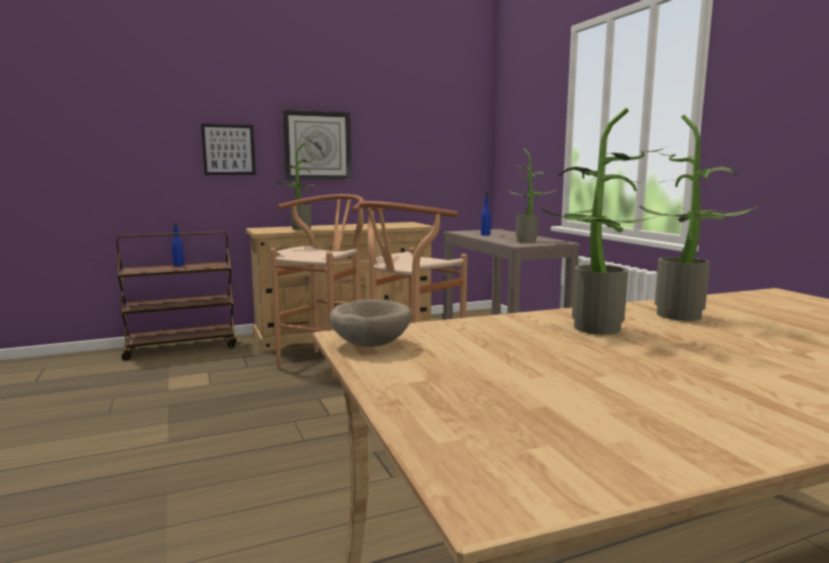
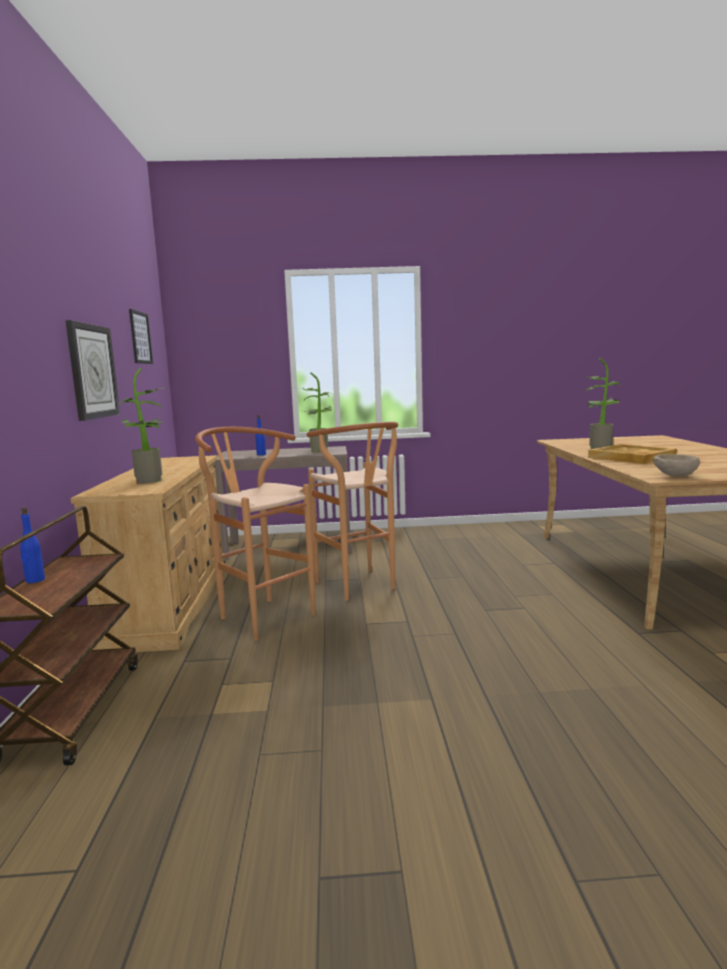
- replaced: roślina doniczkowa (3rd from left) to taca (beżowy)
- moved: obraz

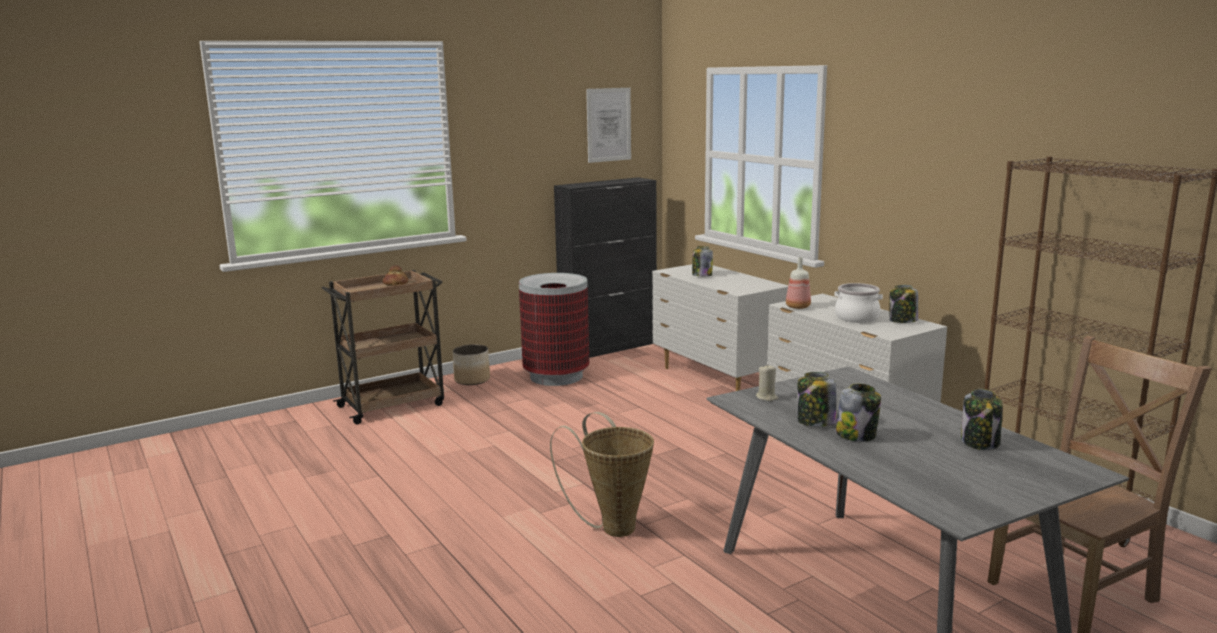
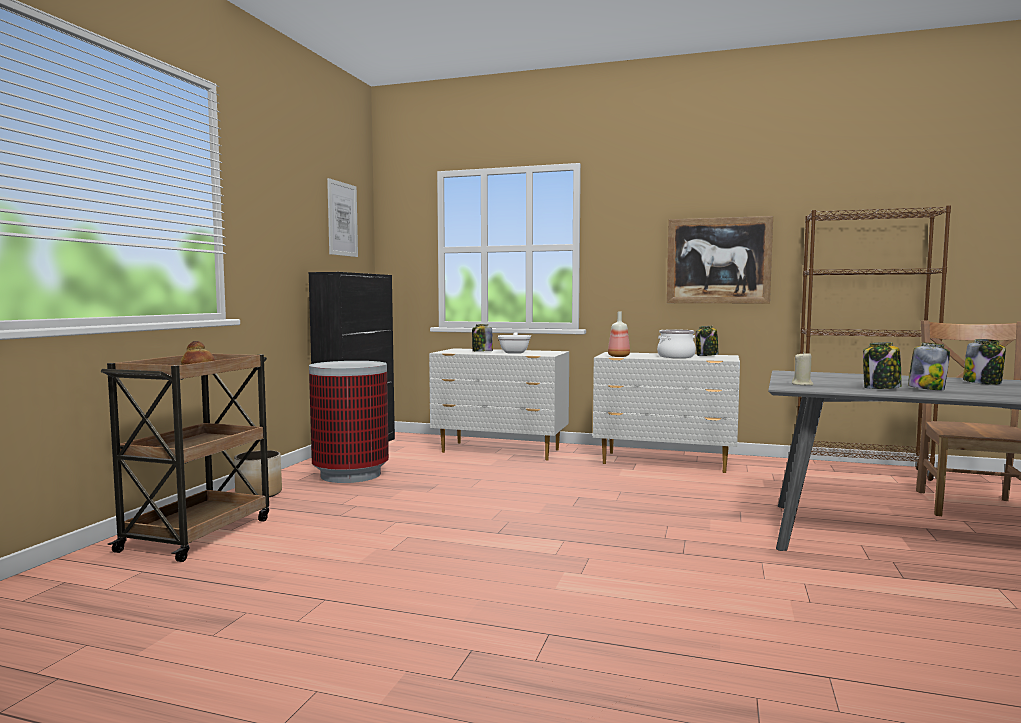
- removed: koszyk
- added: obraz (2nd from left)
- added: patelnia

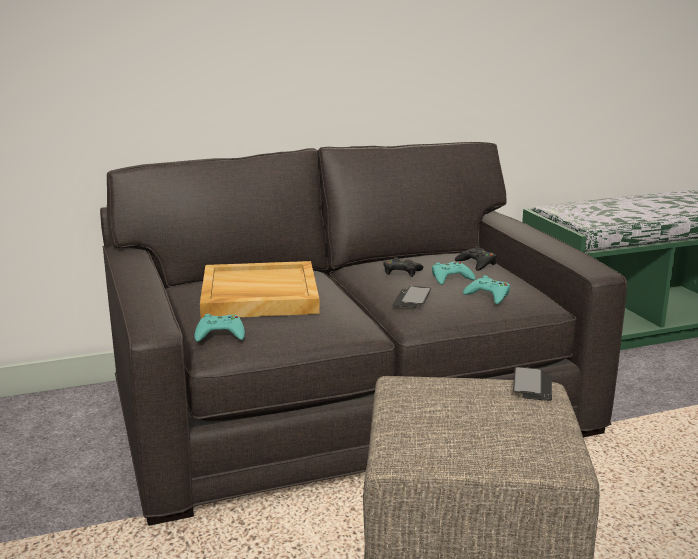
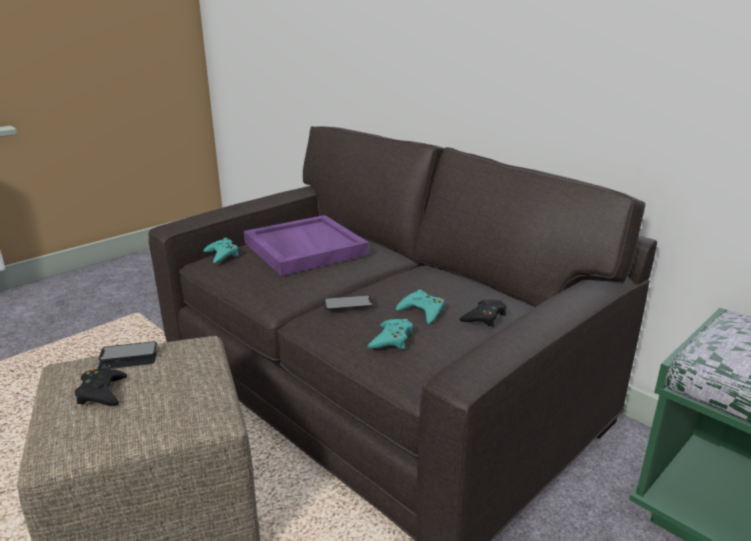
- moved: pad do gier (czarny) (1st from left)
- recoloured: taca (beżowy) to taca (fioletowy)
- moved: telefon (2nd from left in the first image) to telefon (1st from left)

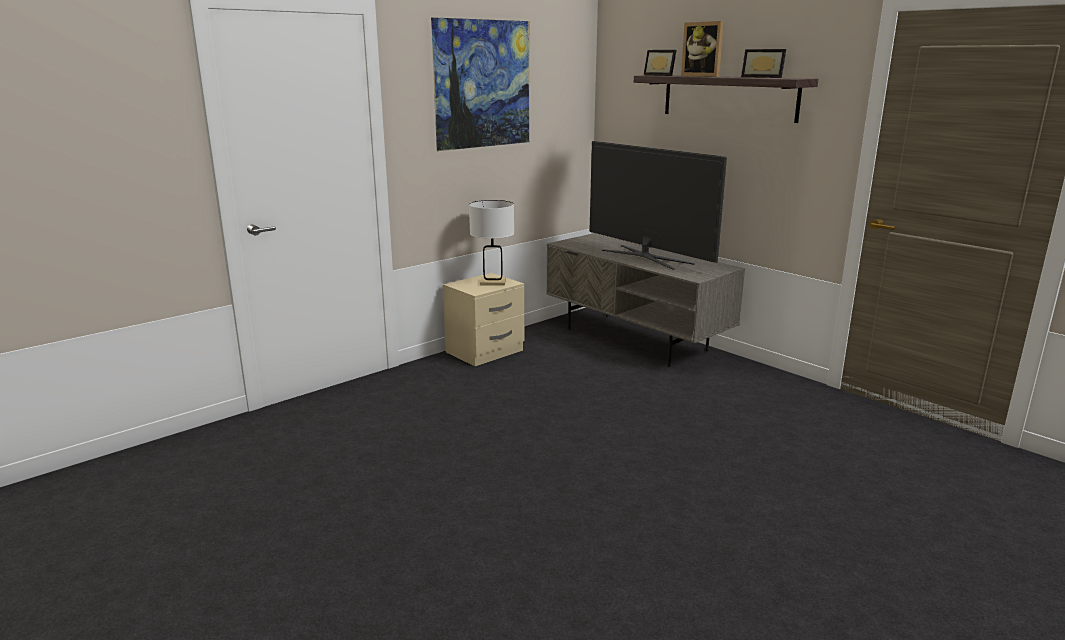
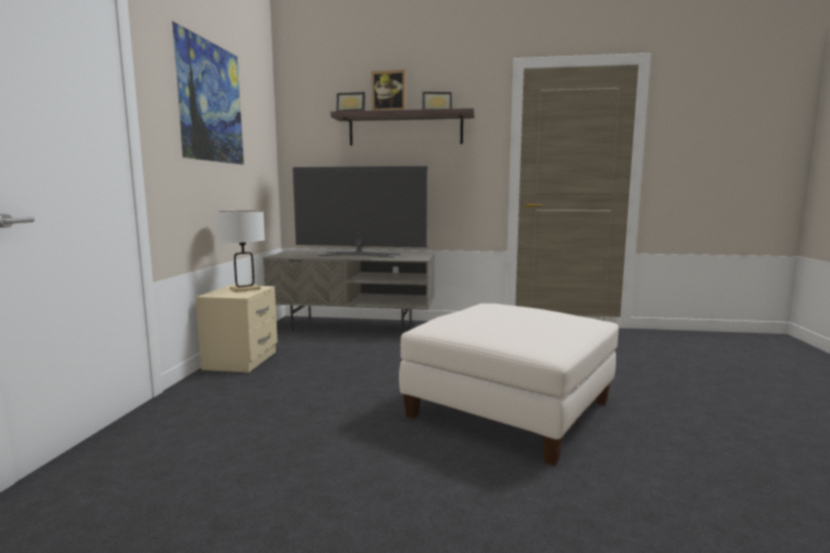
- added: pufa (biały)

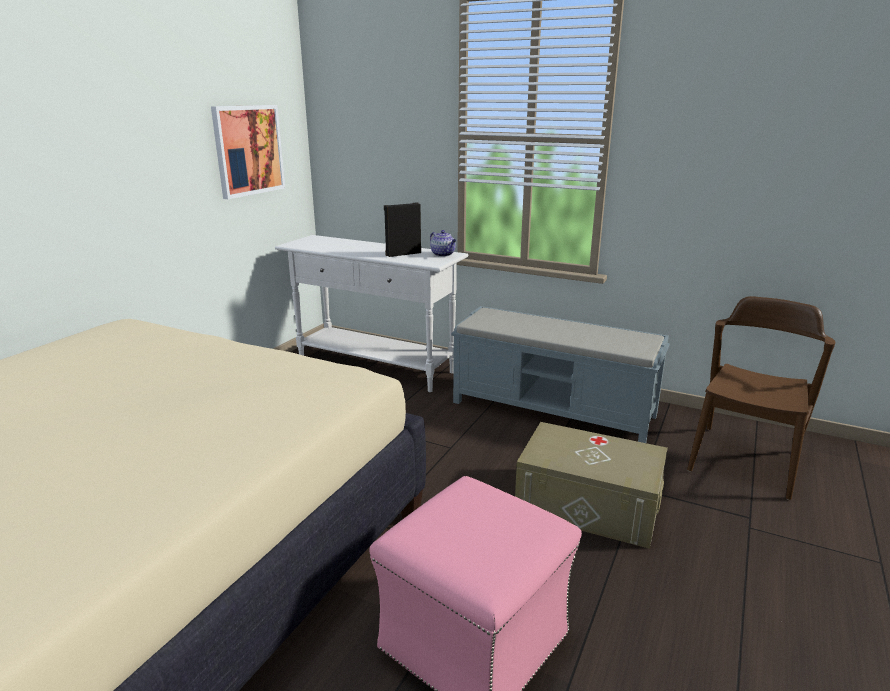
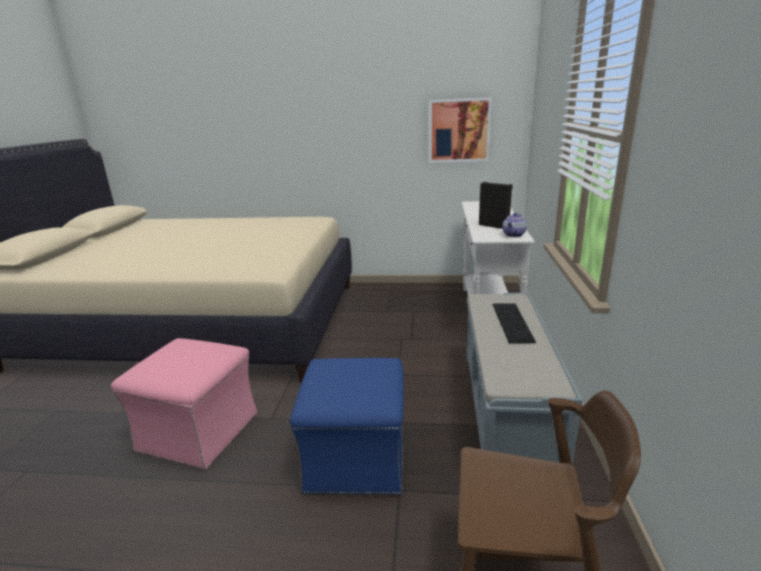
- replaced: pojemnik do przechowywania (beżowy) to pufa (niebieski)
- added: klawiatura

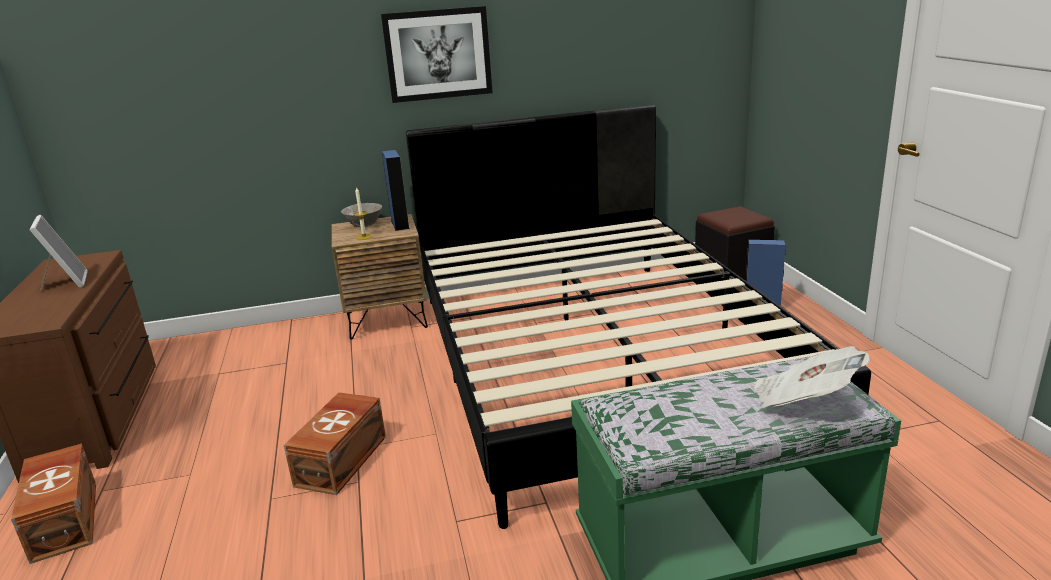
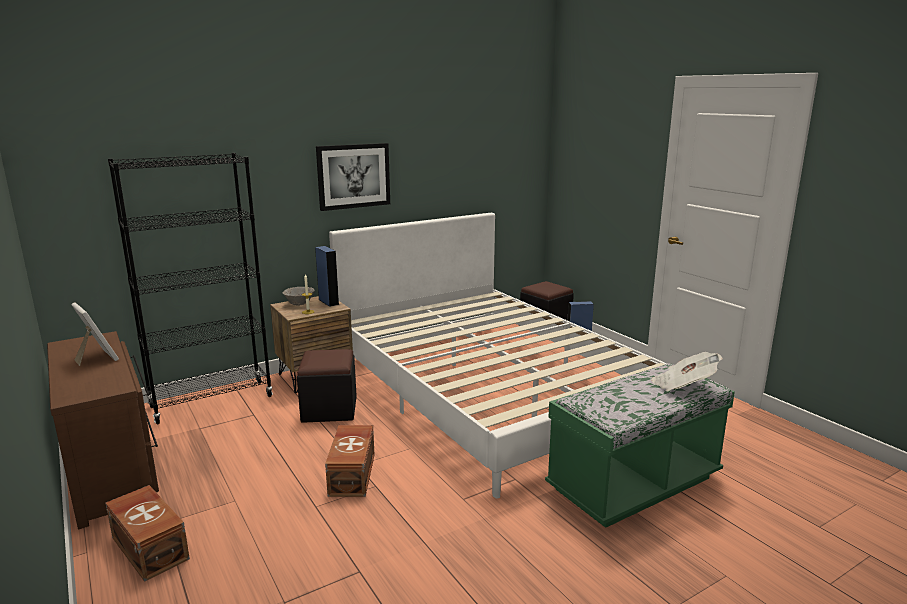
- recoloured: łóżko (czarny) to łóżko (biały)
- added: regał (czarny)
- added: pufa (czarny) (1st from left)

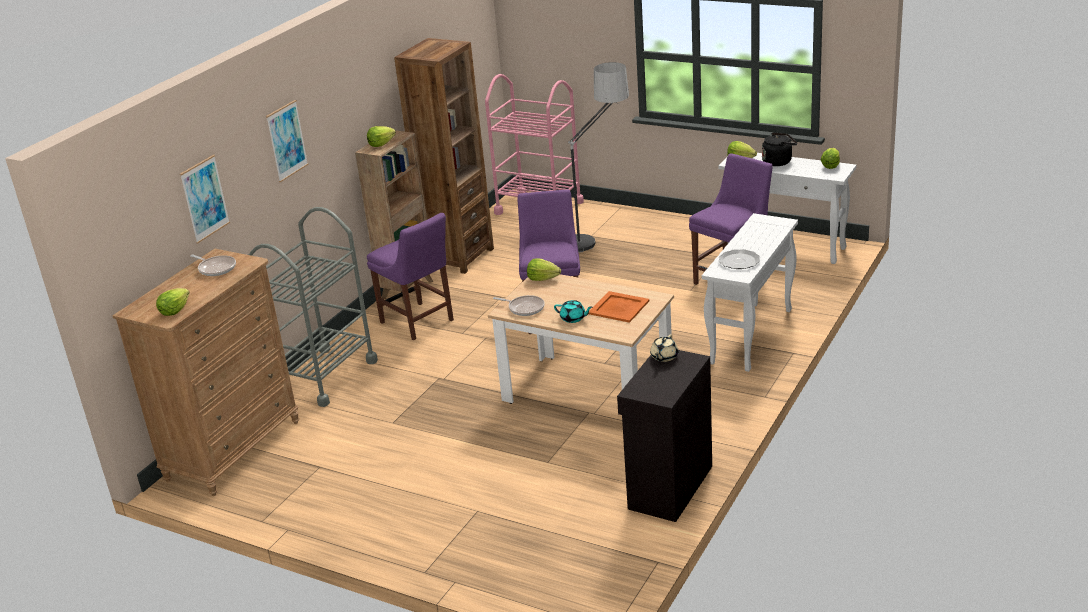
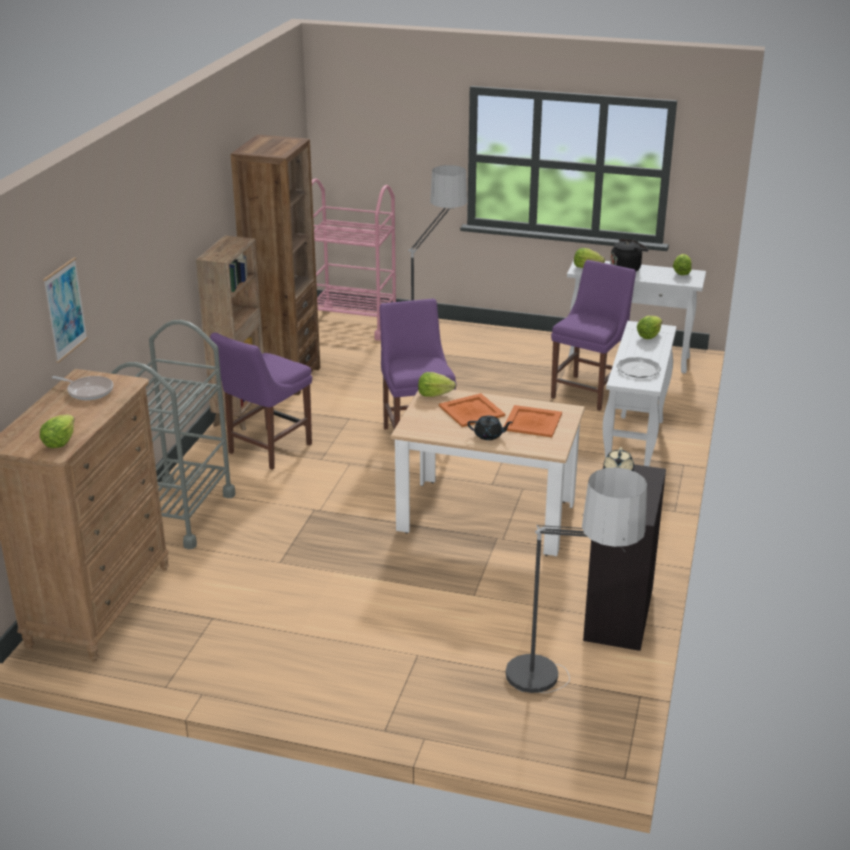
- removed: obraz (2nd from left)
- moved: sałata (2nd from left in the first image) to sałata (4th from left)
- turned: krzesło (fioletowy) (1st from left) 90 degrees clockwise
- removed: patelnia (2nd from left)
- recoloured: imbryk (turkusowy) to imbryk (czarny)
- added: taca (pomarańczowy) (1st from left)
- added: lampa stojąca (2nd from left)

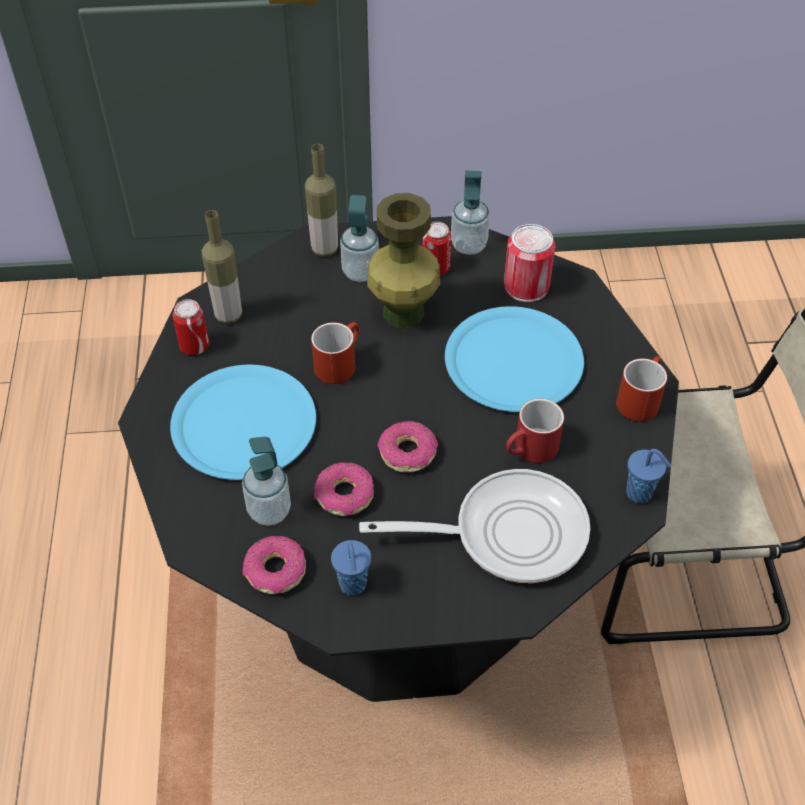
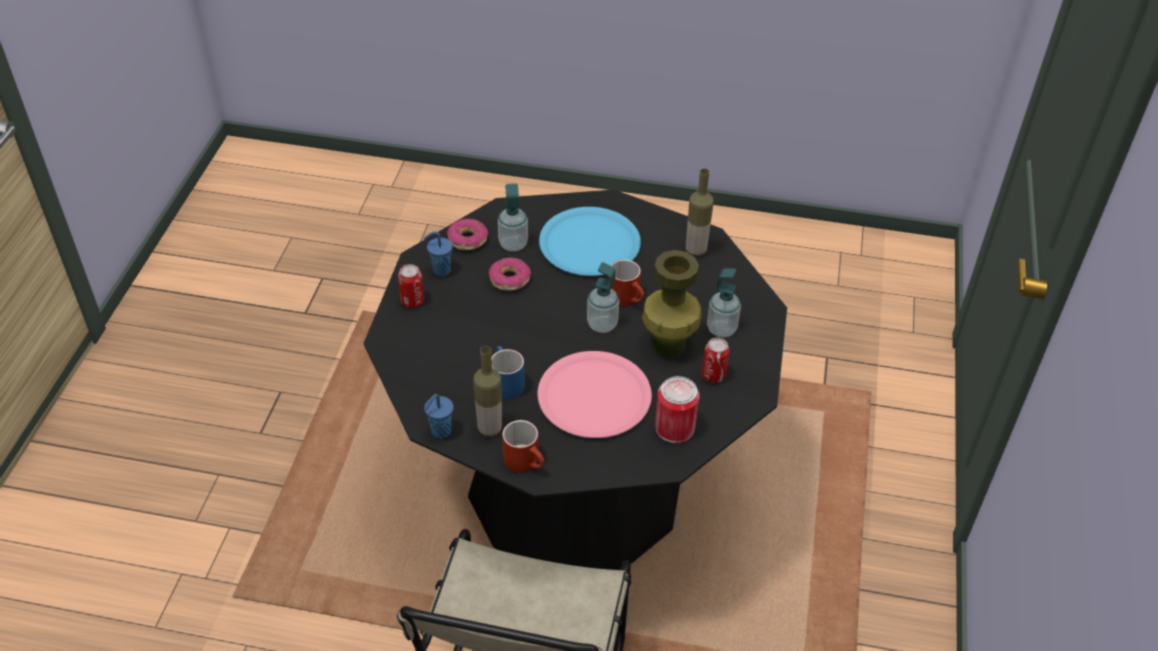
- moved: butelka (2nd from left in the first image) to butelka (1st from left)
- moved: dozownik mydła (3rd from left in the first image) to dozownik mydła (2nd from left)
- moved: puszka (1st from left)
- recoloured: talerz (niebieski) (2nd from left) to talerz (różowy)
- recoloured: kubek (czerwony) (2nd from left) to kubek (niebieski)
- removed: donut (3rd from left)
- removed: patelnia

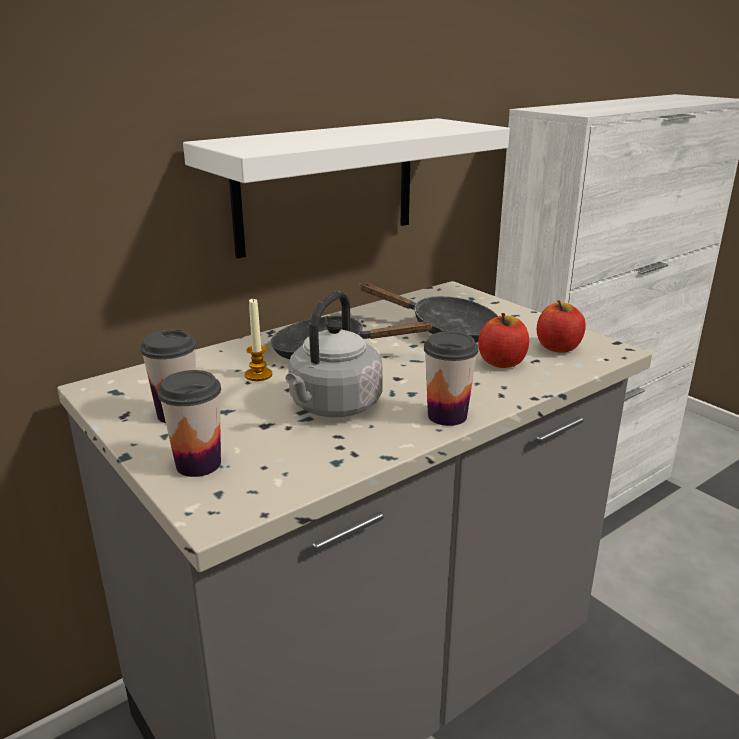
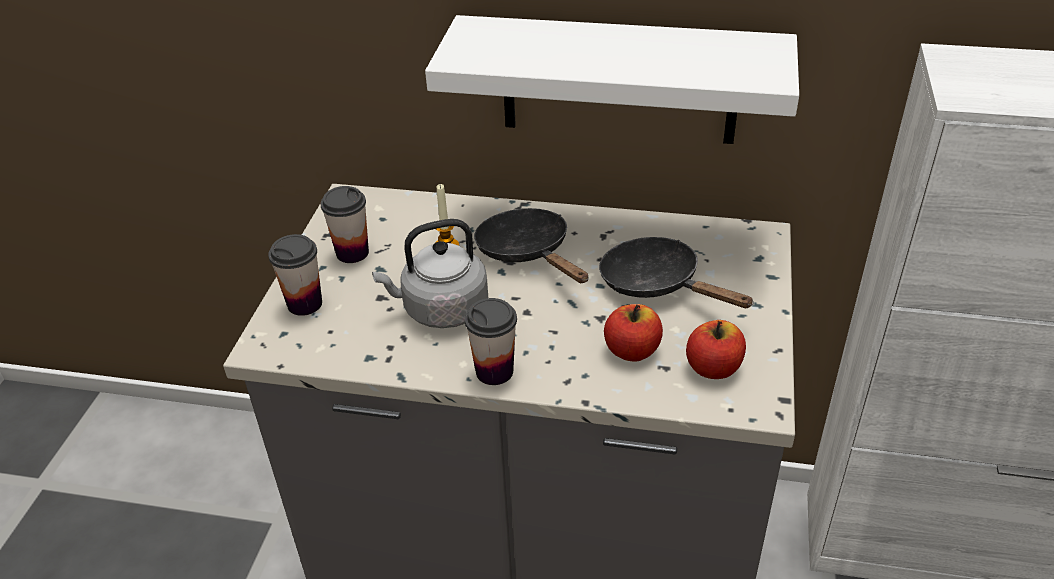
- turned: patelnia (czarny) (2nd from left) 150 degrees clockwise

